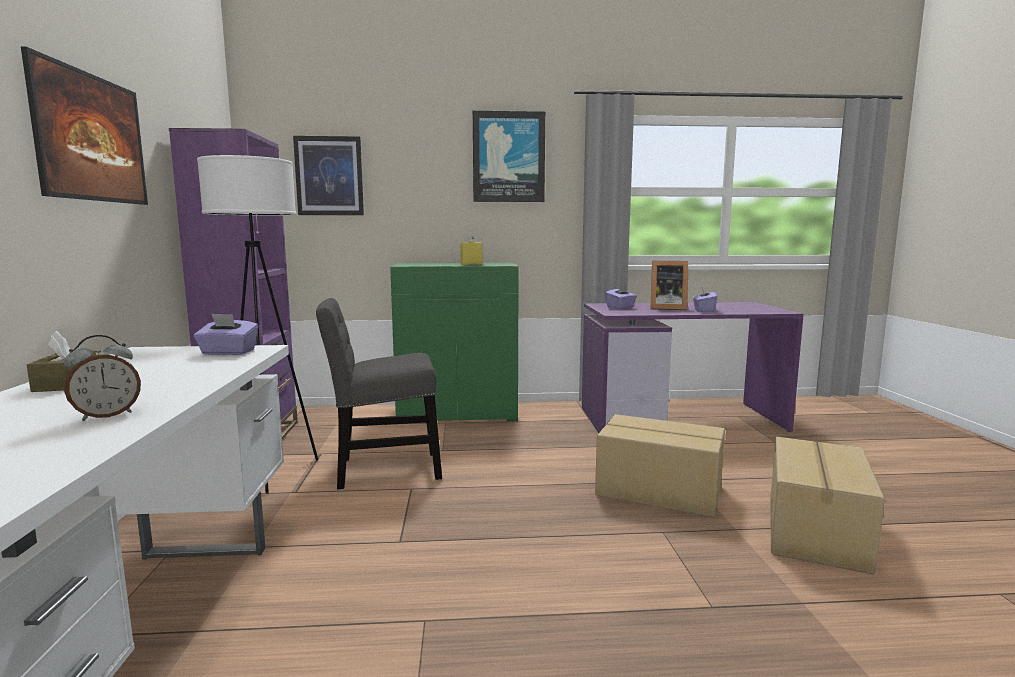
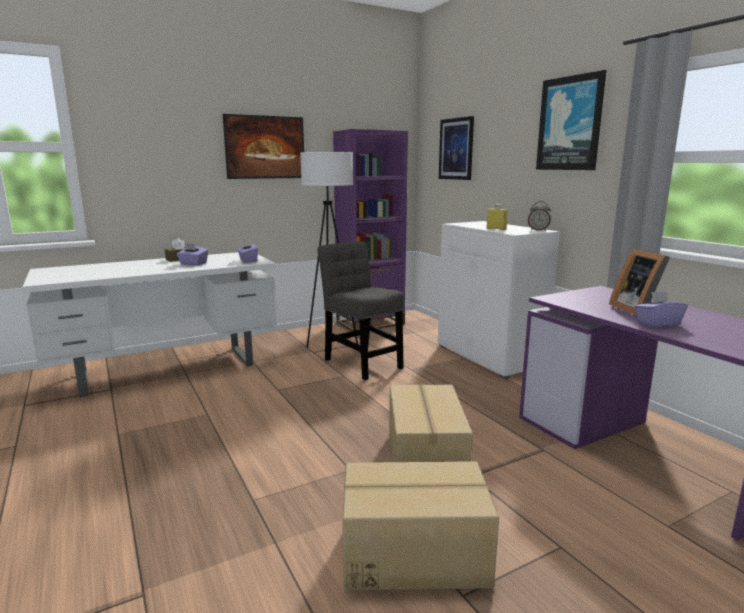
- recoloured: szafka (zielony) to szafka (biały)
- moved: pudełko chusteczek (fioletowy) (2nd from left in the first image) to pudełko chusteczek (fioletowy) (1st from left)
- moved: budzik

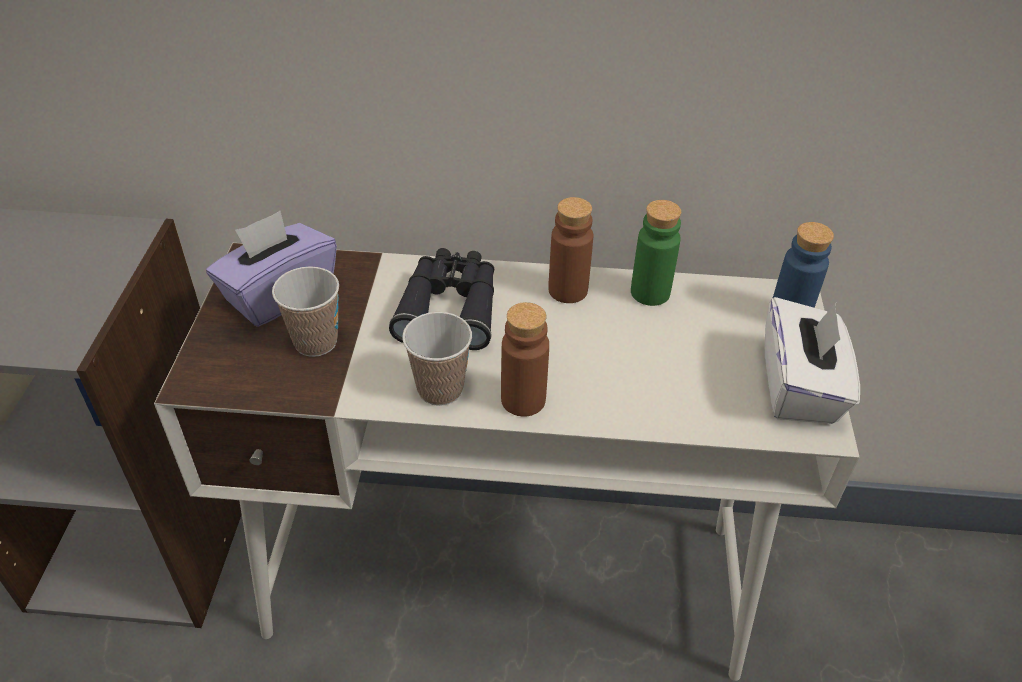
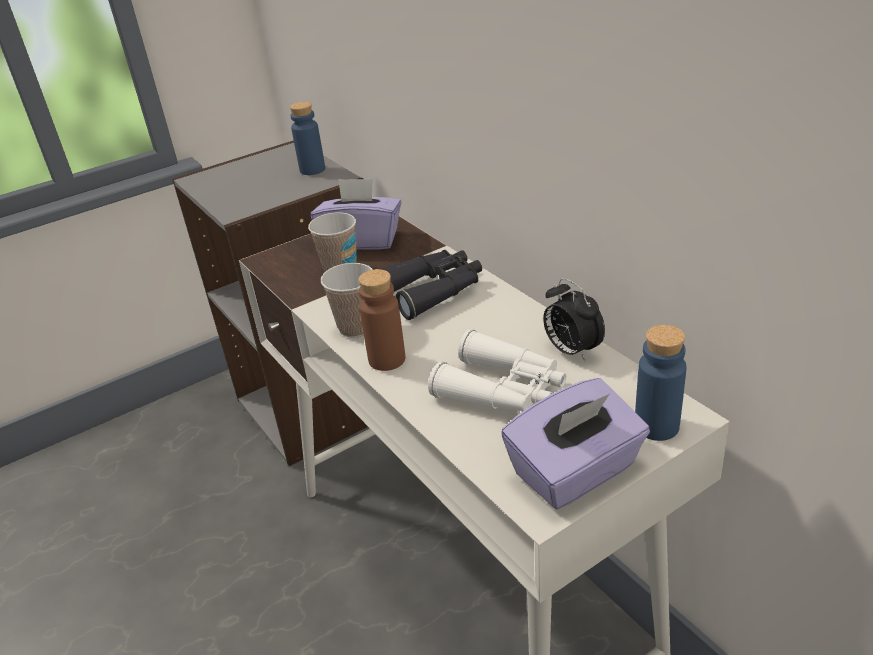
- removed: butelka (brązowy) (2nd from left)
- replaced: butelka (zielony) to budzik
- recoloured: pudełko chusteczek (biały) to pudełko chusteczek (fioletowy) (2nd from left)
- added: butelka (niebieski) (1st from left)
- added: lornetka (biały)

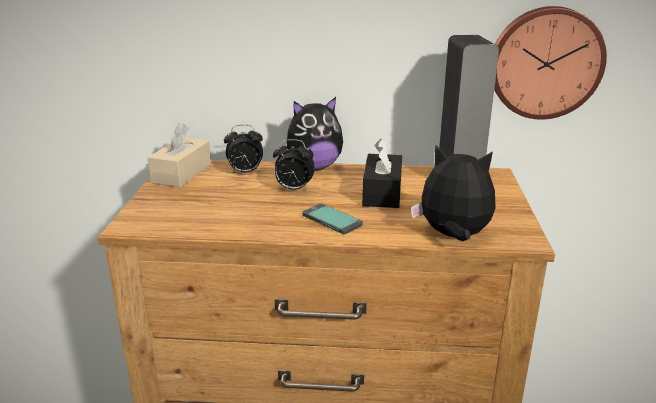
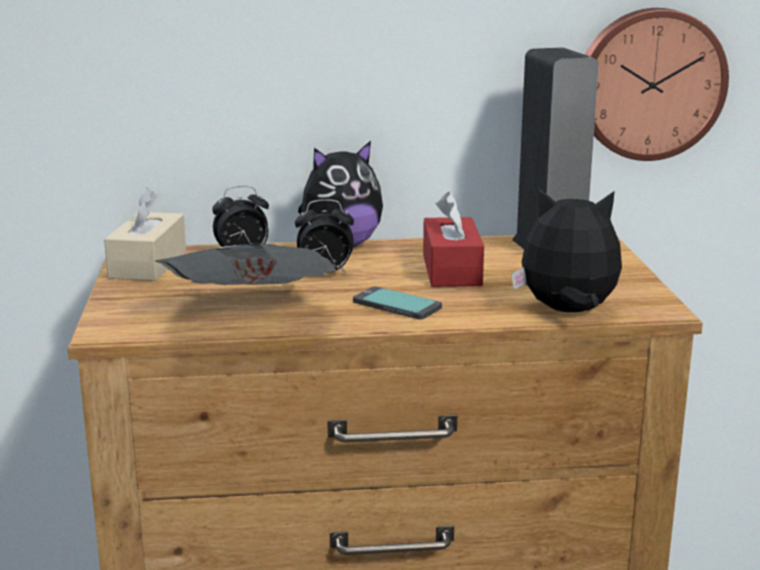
- recoloured: pudełko chusteczek (czarny) to pudełko chusteczek (czerwony)
- added: gazeta

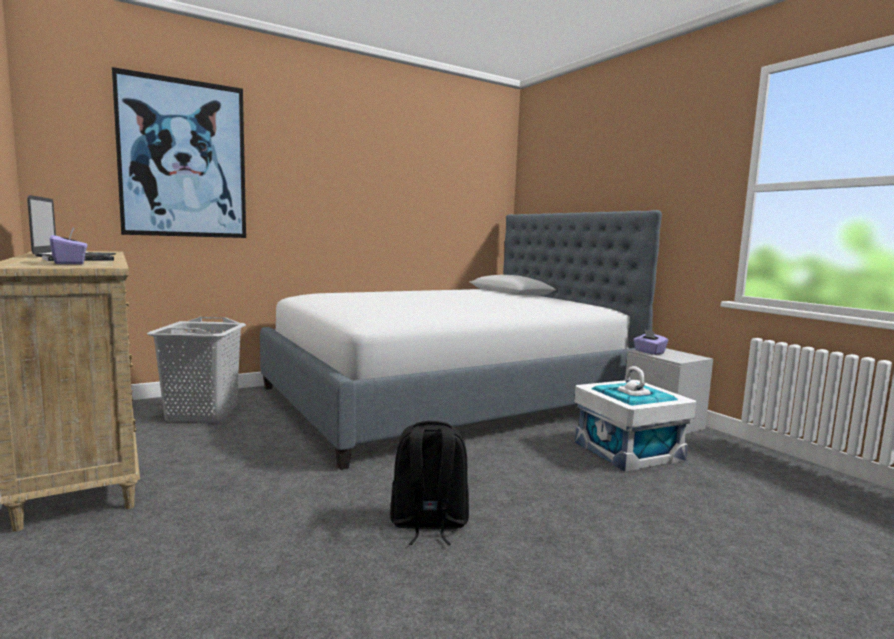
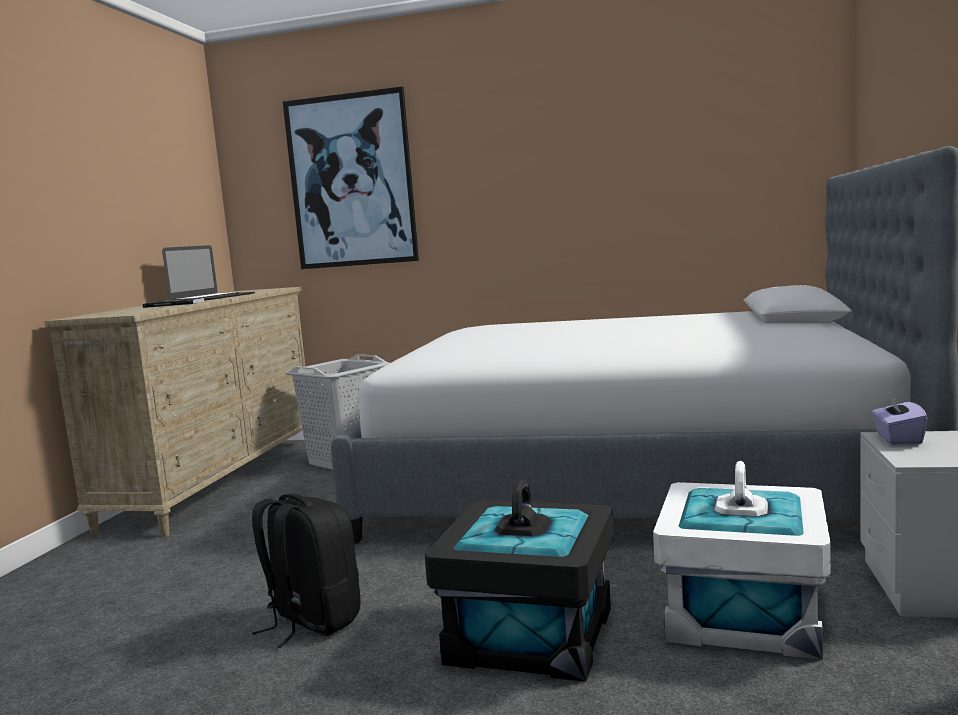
- removed: pudełko chusteczek (fioletowy) (1st from left)
- added: pojemnik do przechowywania (czarny)

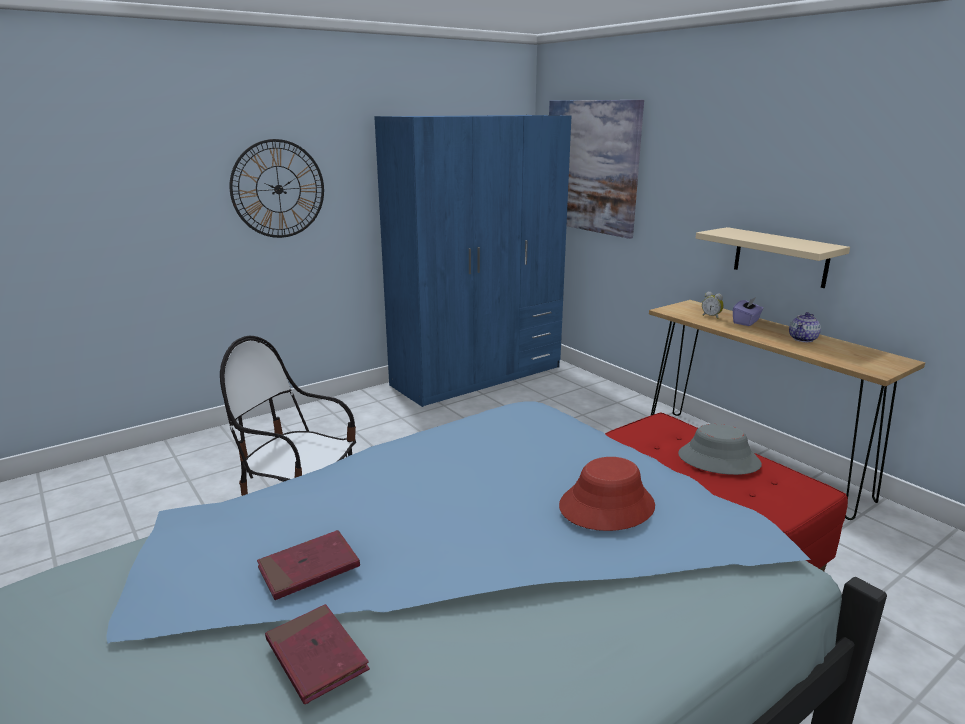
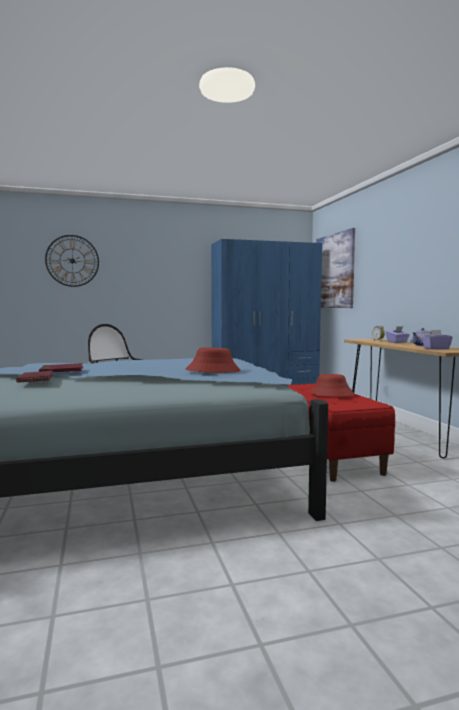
- moved: zegar ścienny
- removed: półka (beżowy)
- recoloured: kapelusz (szary) to kapelusz (czerwony) (2nd from left)
- added: pudełko chusteczek (fioletowy) (2nd from left)

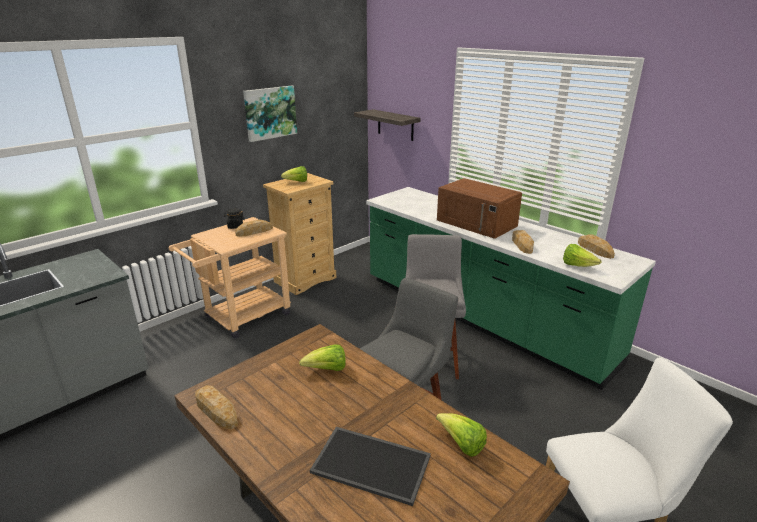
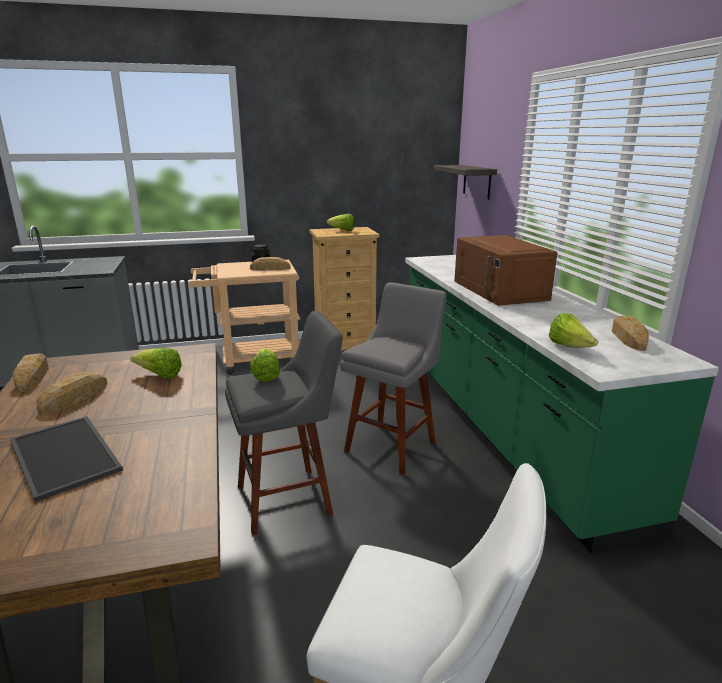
- removed: obraz
- moved: chleb (3rd from left in the first image) to chleb (2nd from left)
- moved: sałata (3rd from left in the first image) to sałata (2nd from left)

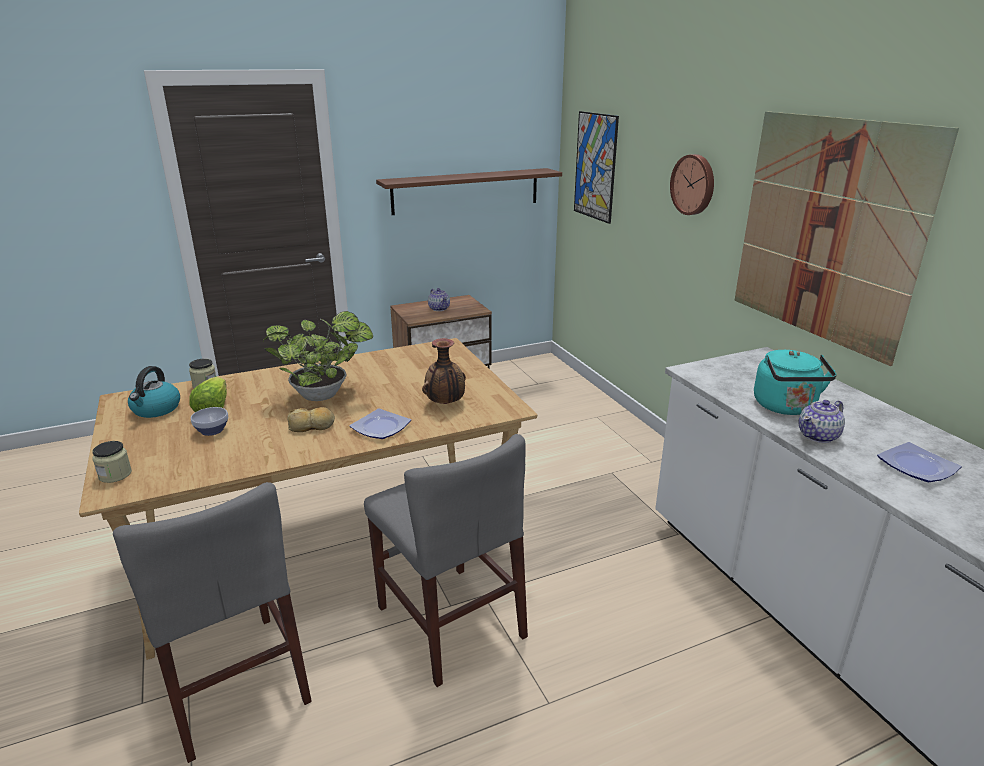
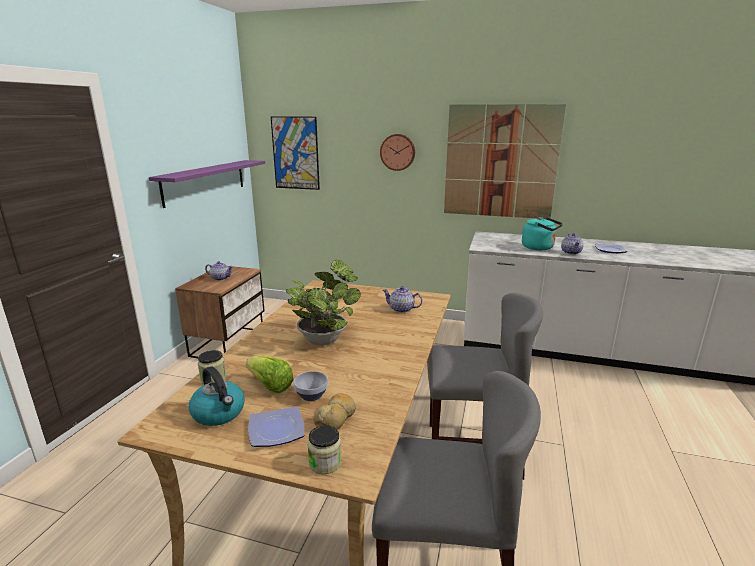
- recoloured: półka (brązowy) to półka (fioletowy)
- replaced: wazon to imbryk (2nd from left)
- moved: chleb
- moved: talerz (1st from left)

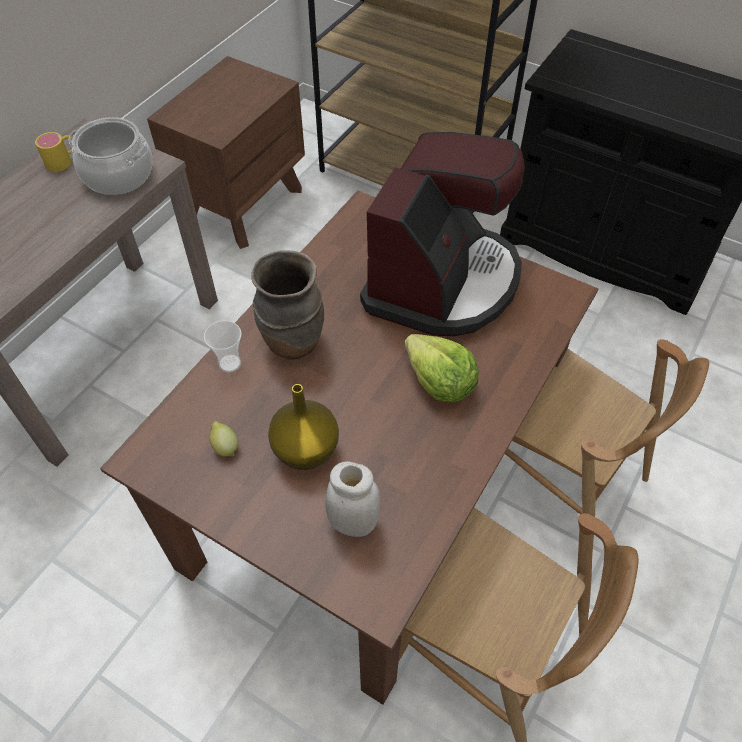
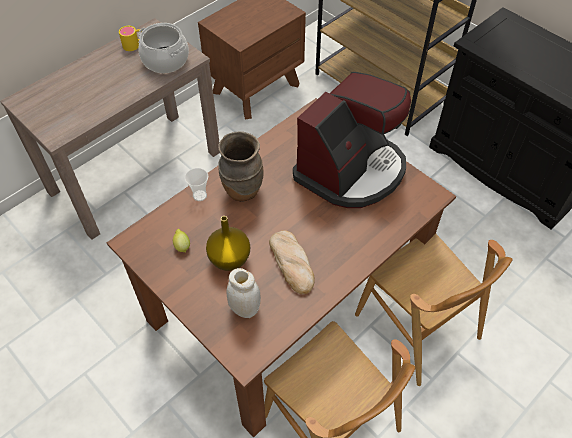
- removed: sałata
- added: chleb

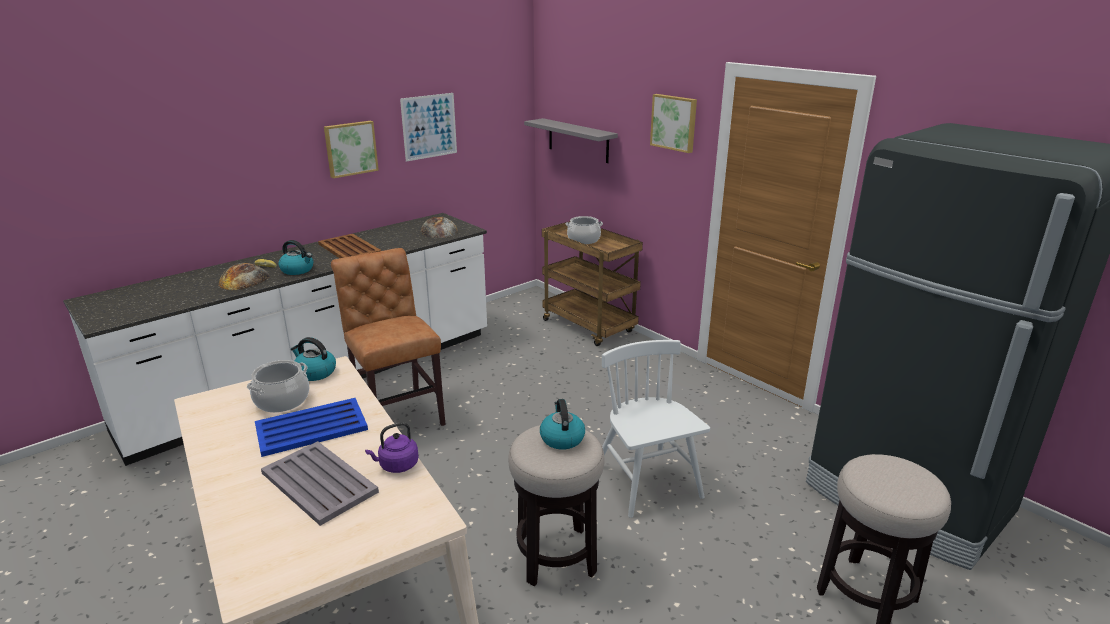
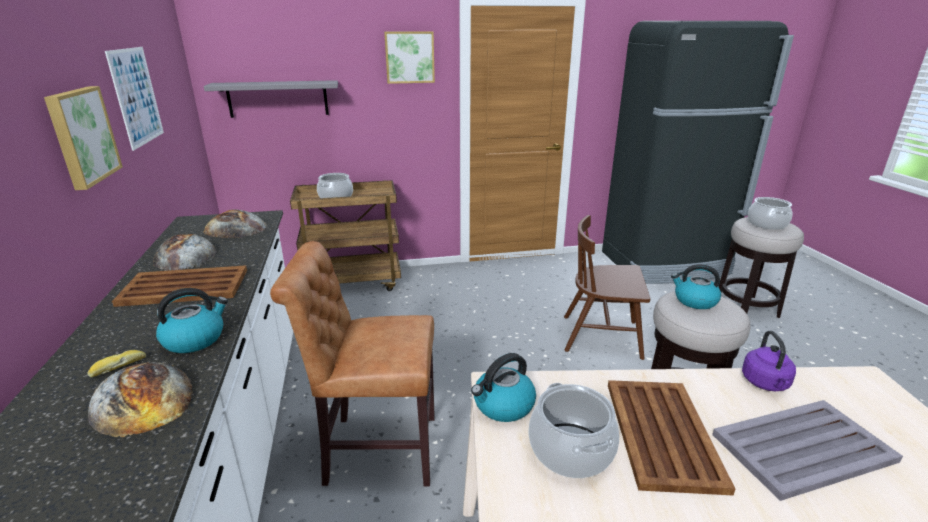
- recoloured: krzesło (biały) to krzesło (brązowy) (2nd from left)
- recoloured: taca (niebieski) to taca (brązowy) (2nd from left)
- added: garnek (3rd from left)
- added: chleb (3rd from left)

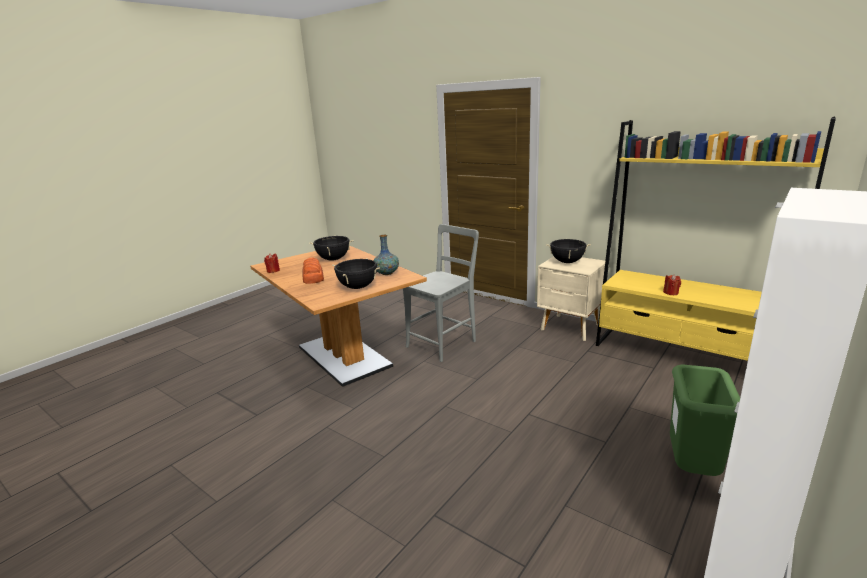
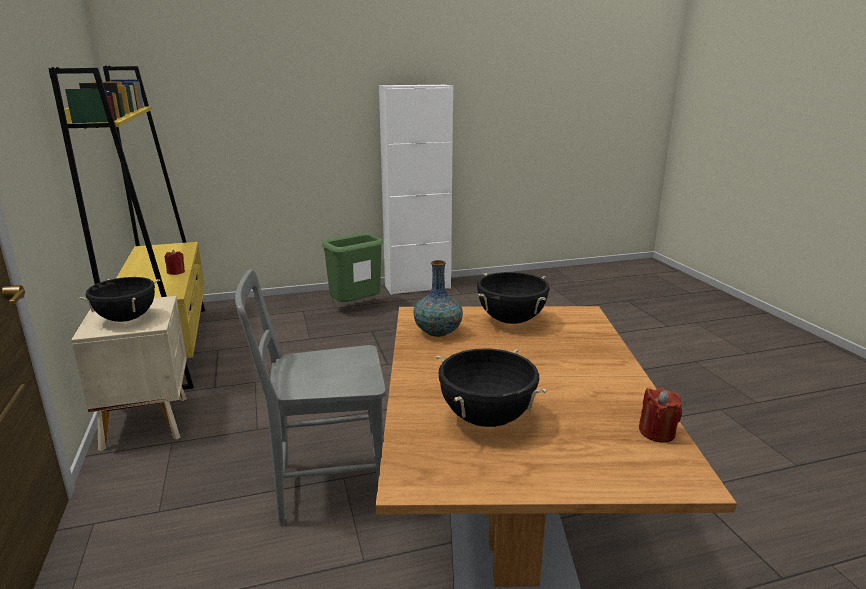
- removed: chleb

